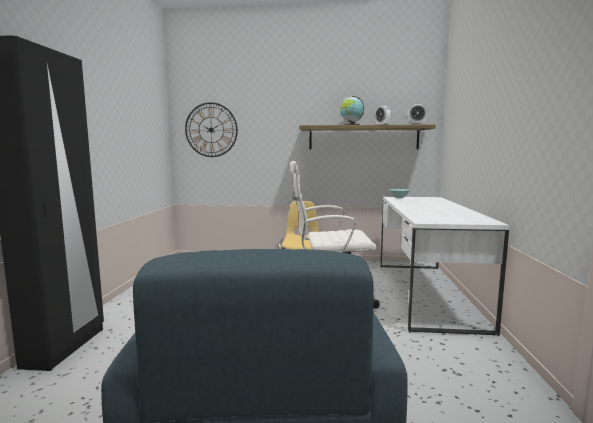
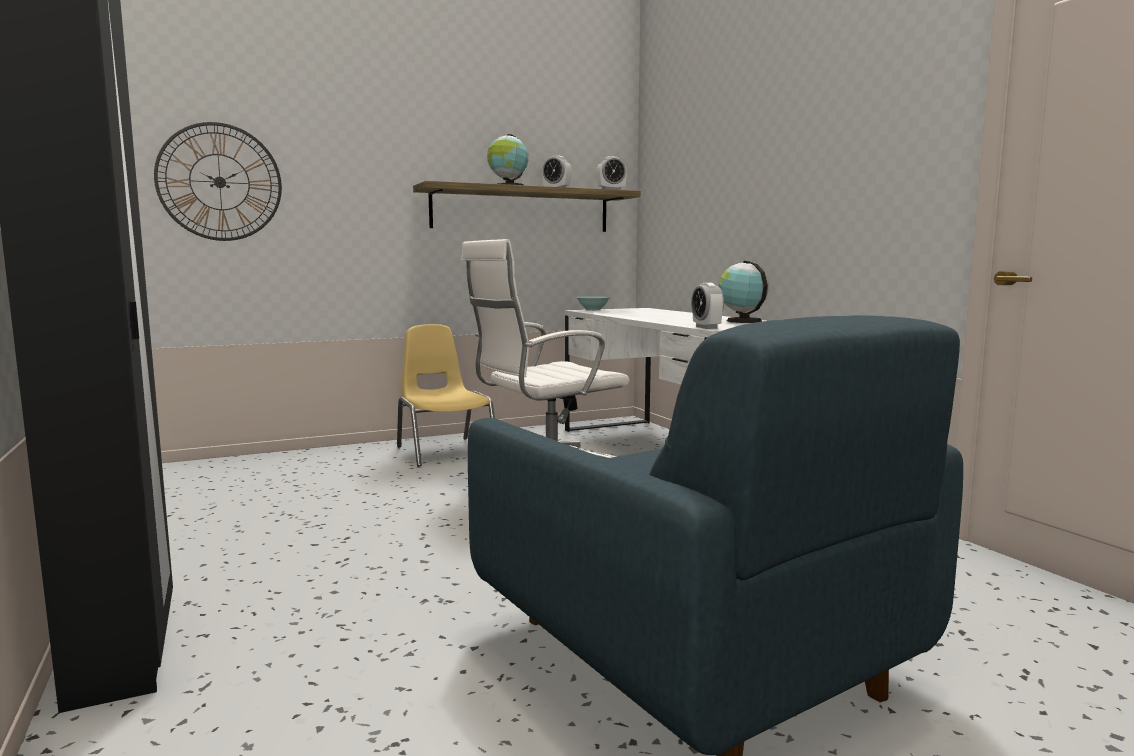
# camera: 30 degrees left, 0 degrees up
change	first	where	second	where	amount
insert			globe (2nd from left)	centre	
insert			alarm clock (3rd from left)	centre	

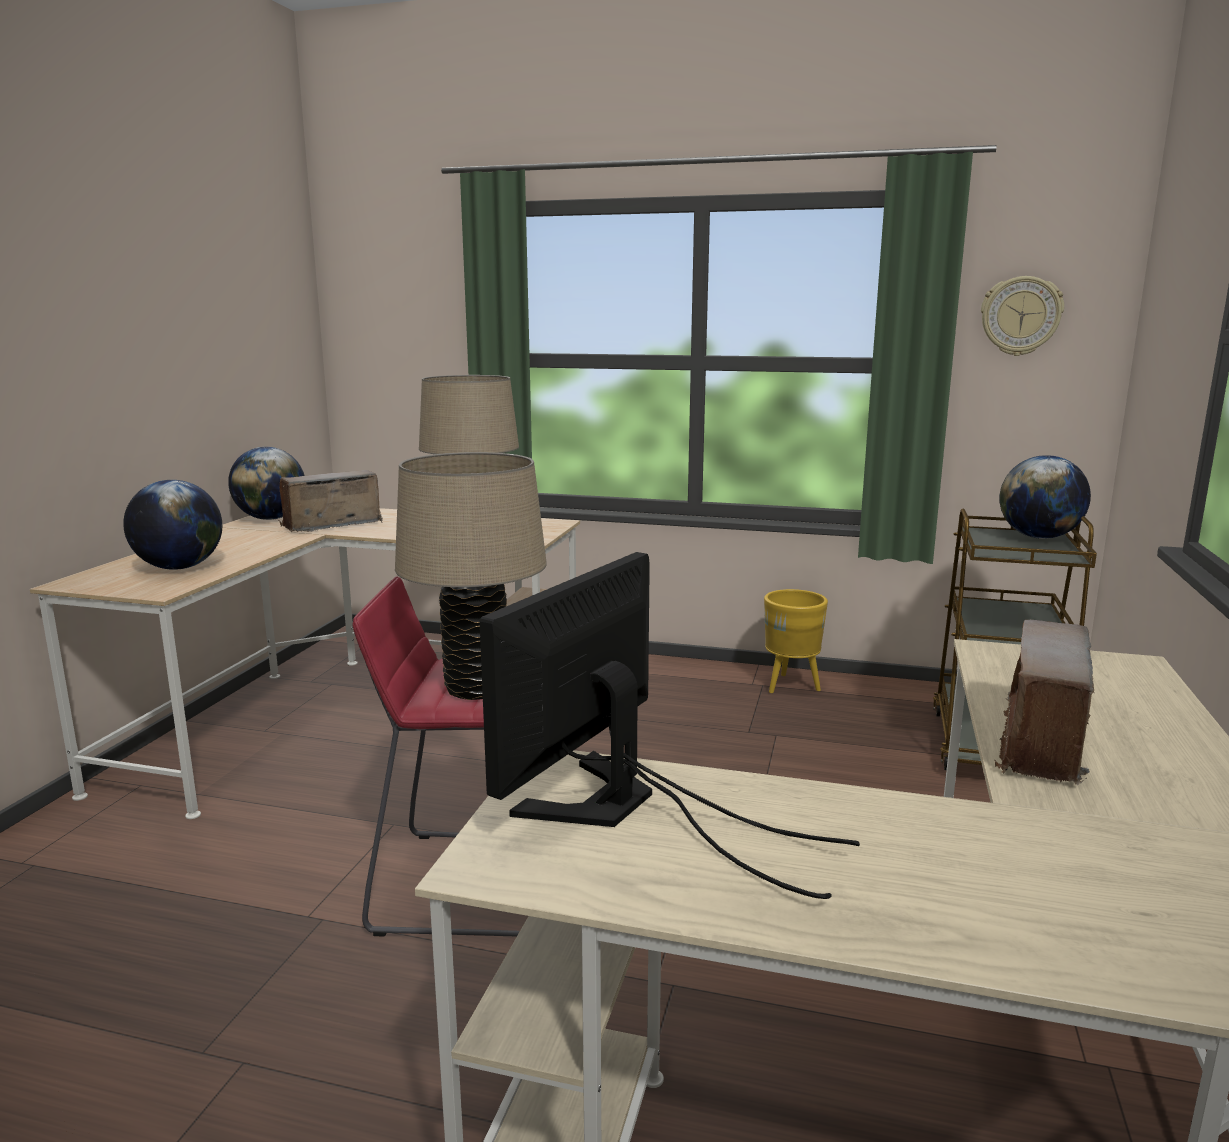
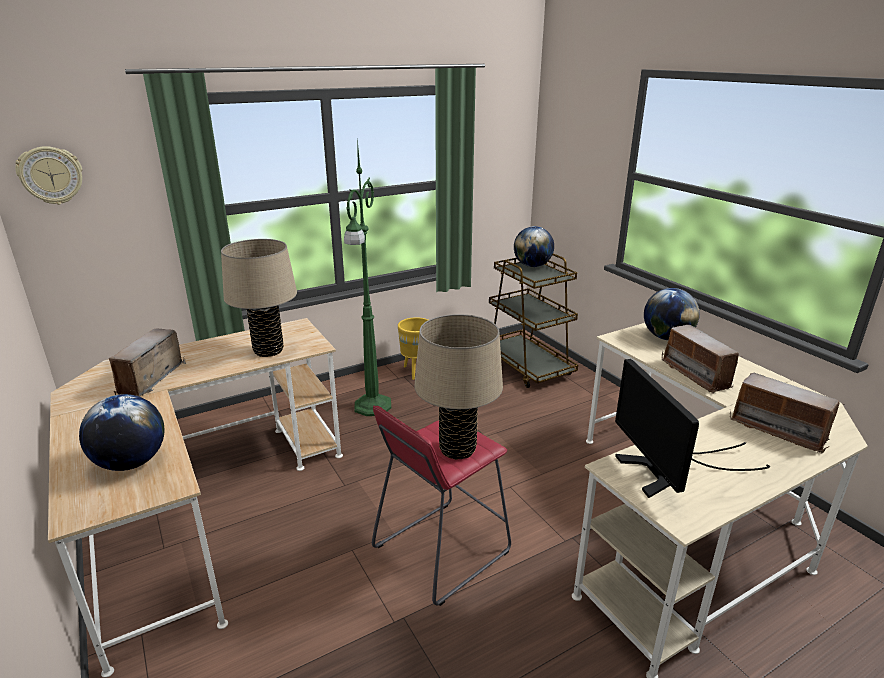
# camera: 45 degrees left, 10 degrees up
change	first	where	second	where	amount
move	wall clock	top right		top left	
move	globe (2nd from left in the first image)	middle left	globe (3rd from left)	middle right	
insert			green floor lamp	centre	
insert			radio (3rd from left)	middle right	

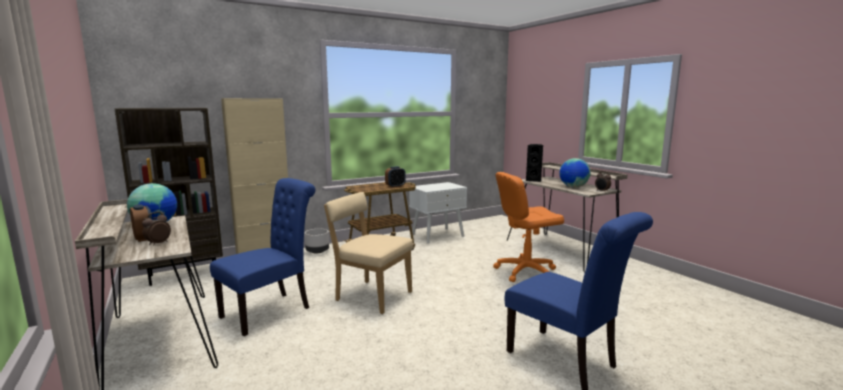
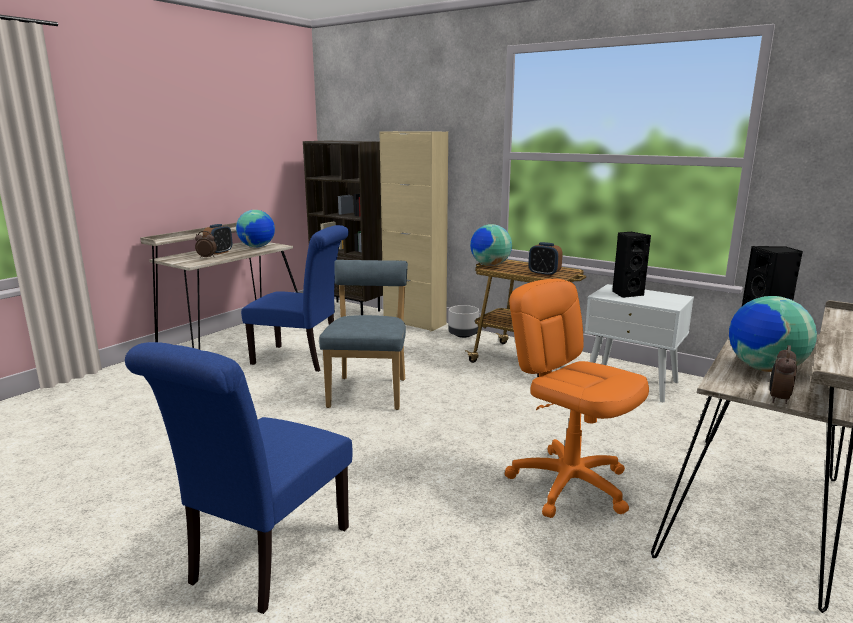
# camera: 65 degrees right, 5 degrees up
change	first	where	second	where	amount
recolor	beige chair	centre	blue chair (3rd from left)	centre	
insert			globe (2nd from left)	centre	
insert			black speaker (1st from left)	middle right	

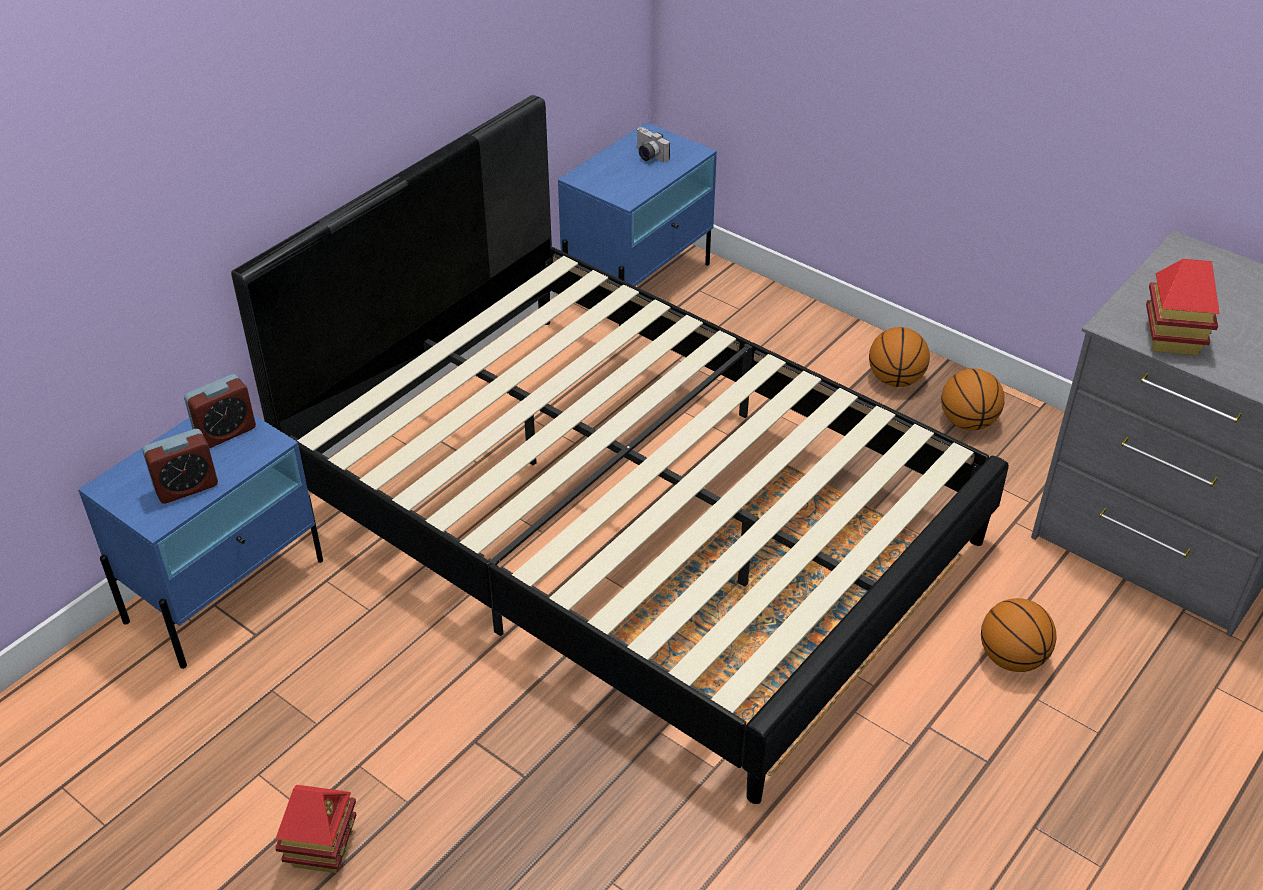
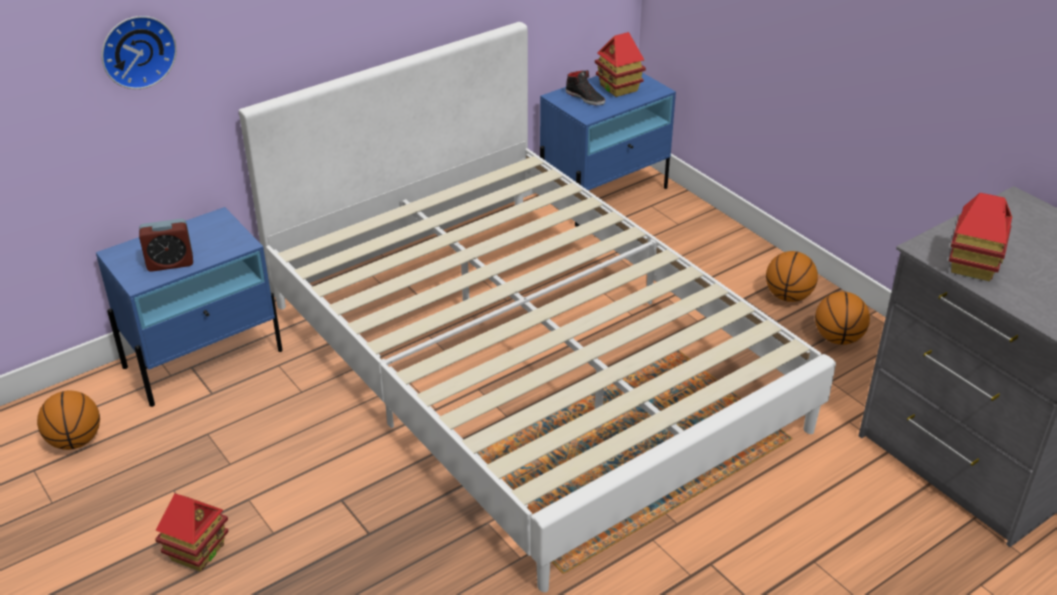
# camera: 15 degrees right, 5 degrees down
change	first	where	second	where	amount
recolor	black bed	centre	white bed	centre	
replace	photo camera	top centre	toy house (2nd from left)	top centre	
delete	alarm clock (2nd from left)	middle left			
move	basketball (3rd from left in the first image)	bottom right	basketball (1st from left)	bottom left	
insert			wall clock	top left	
insert			black shoe	top centre	

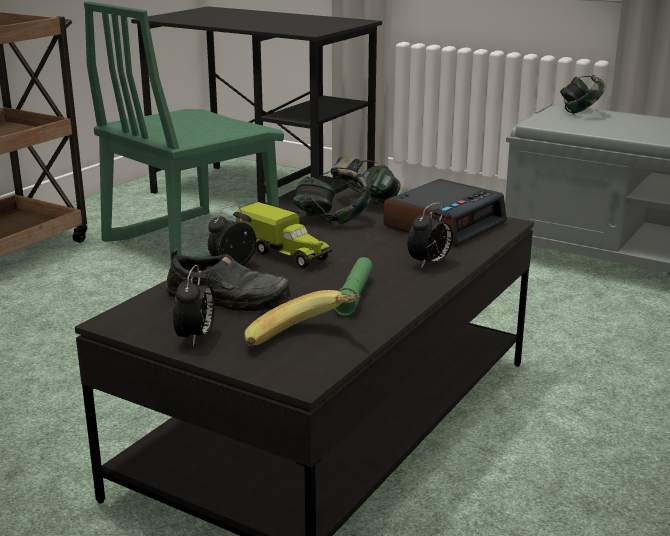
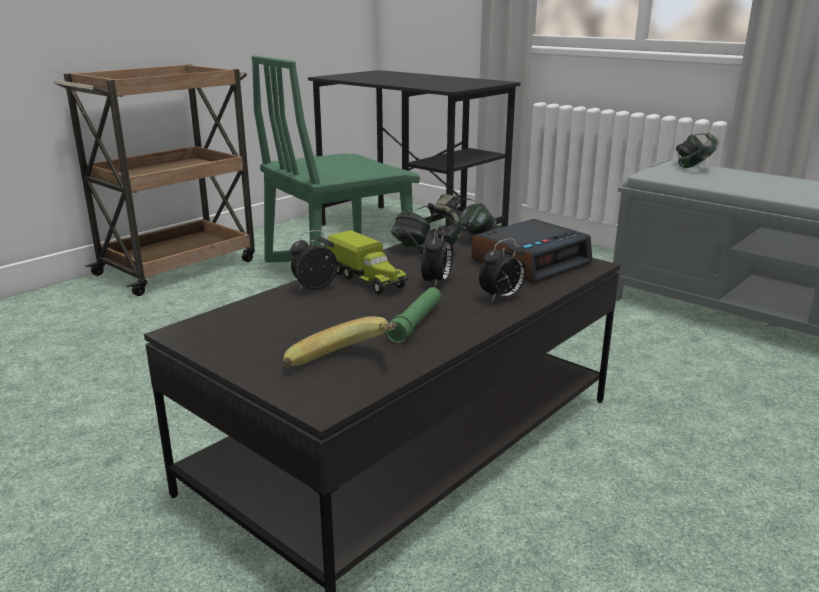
# camera: 10 degrees right, 0 degrees up
change	first	where	second	where	amount
delete	black shoe	centre			
move	alarm clock (1st from left in the first image)	middle left	alarm clock (2nd from left)	centre	

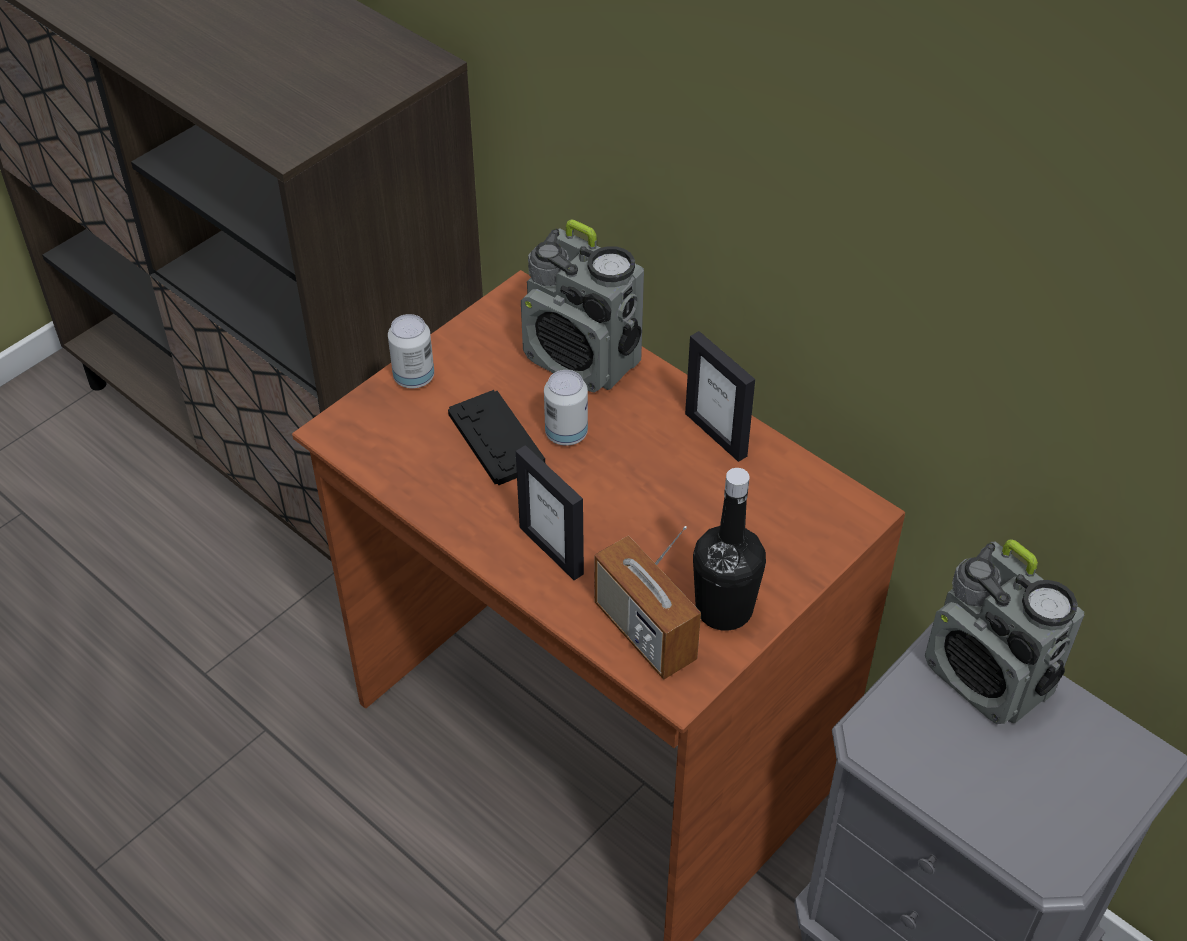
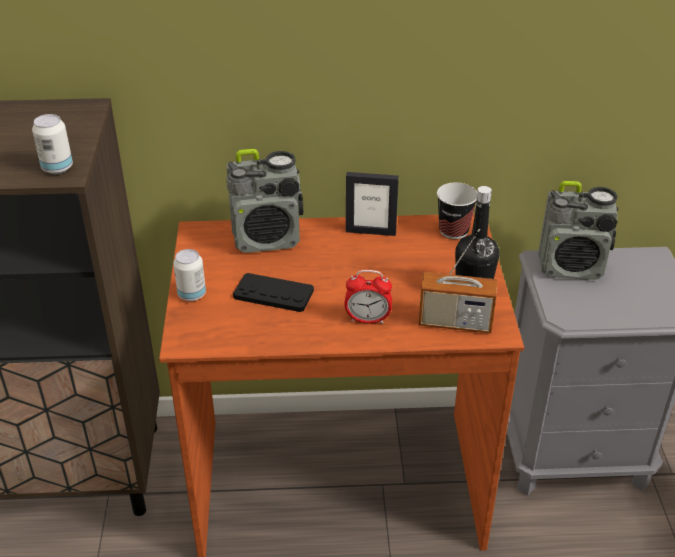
# camera: 45 degrees left, 10 degrees down
change	first	where	second	where	amount
move	can (2nd from left in the first image)	centre	can (1st from left)	top left	
replace	picture frame (1st from left)	centre	alarm clock	centre	
insert			cup	middle right	

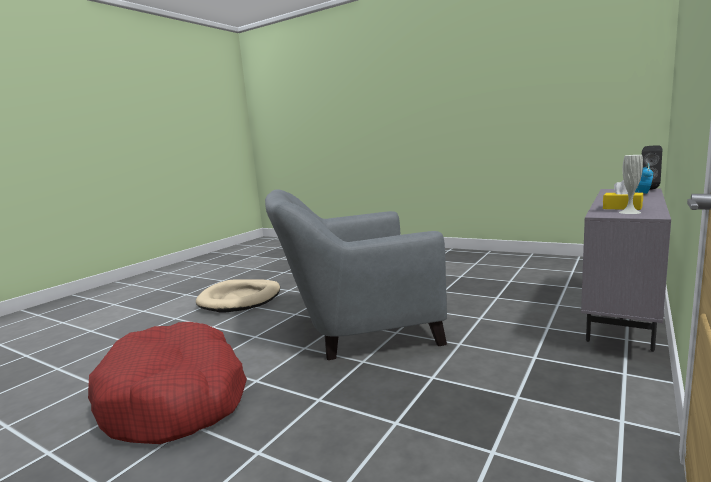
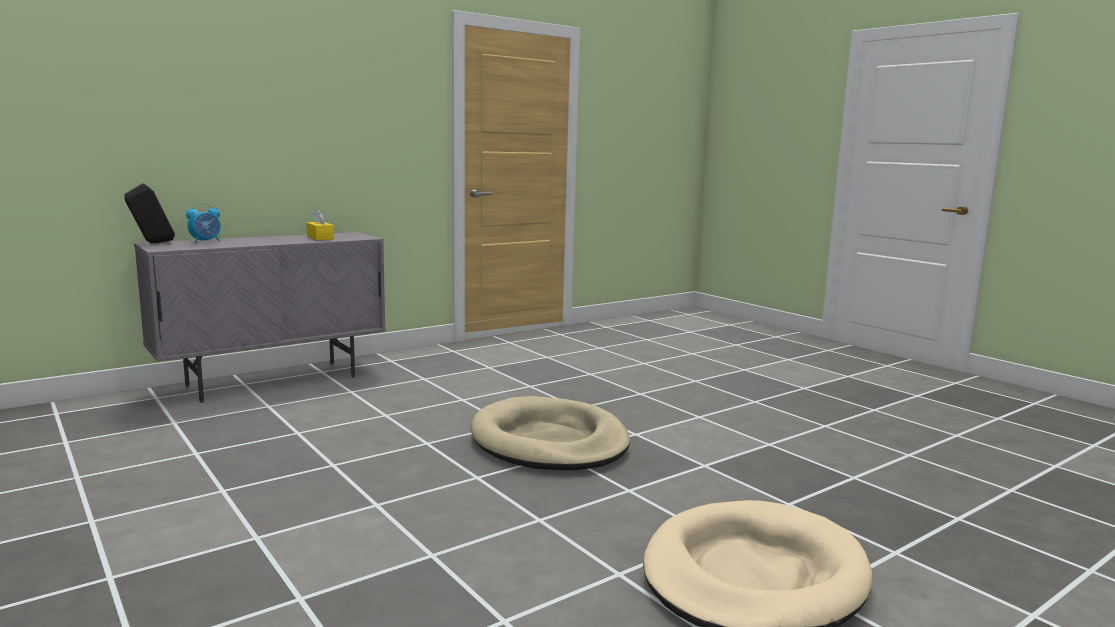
# camera: 160 degrees left, 0 degrees up
change	first	where	second	where	amount
delete	white vase	middle right			
replace	grey armchair	centre	beige dog bed (1st from left)	bottom centre	
delete	red dog bed	bottom left			

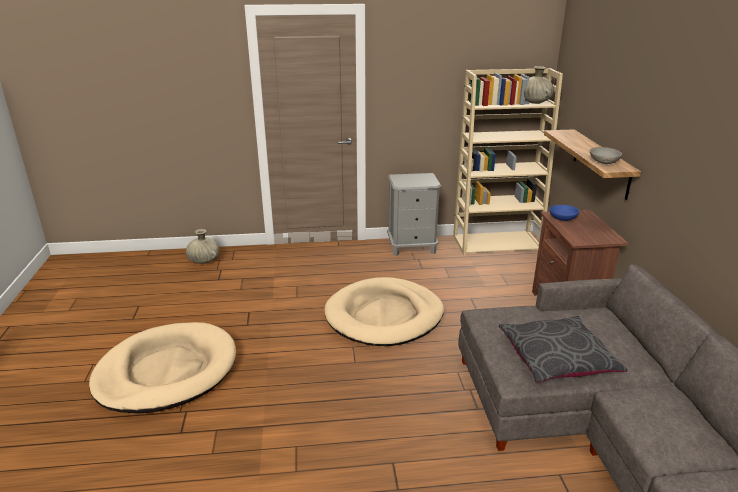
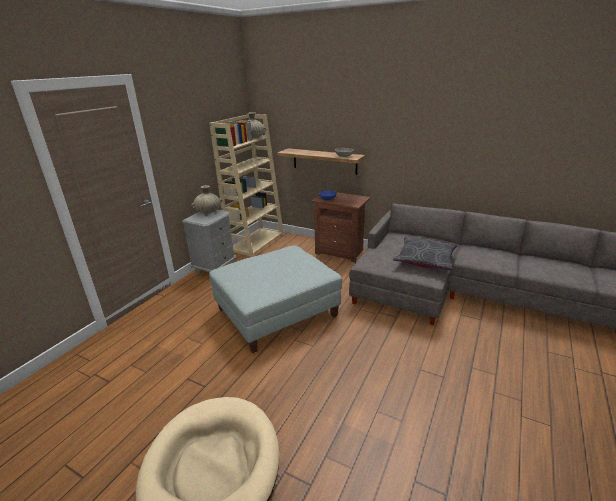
# camera: 55 degrees left, 0 degrees up
change	first	where	second	where	amount
move	beige vase (1st from left)	middle left		centre	
replace	beige dog bed (2nd from left)	centre	grey ottoman	centre	

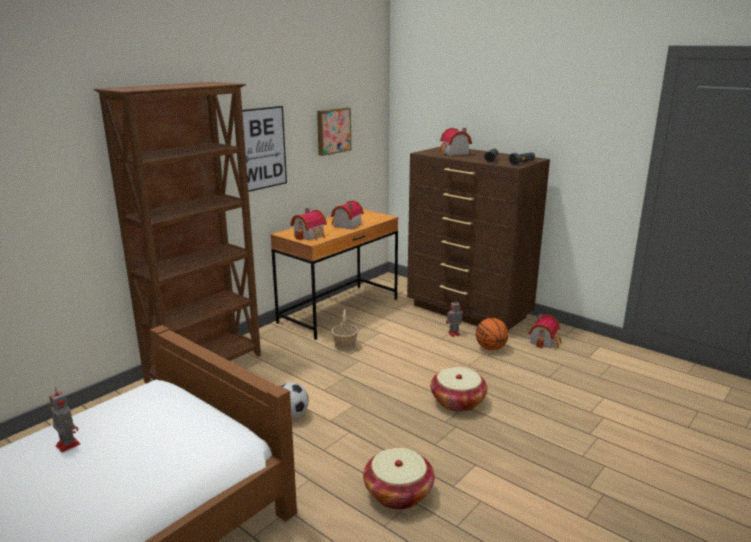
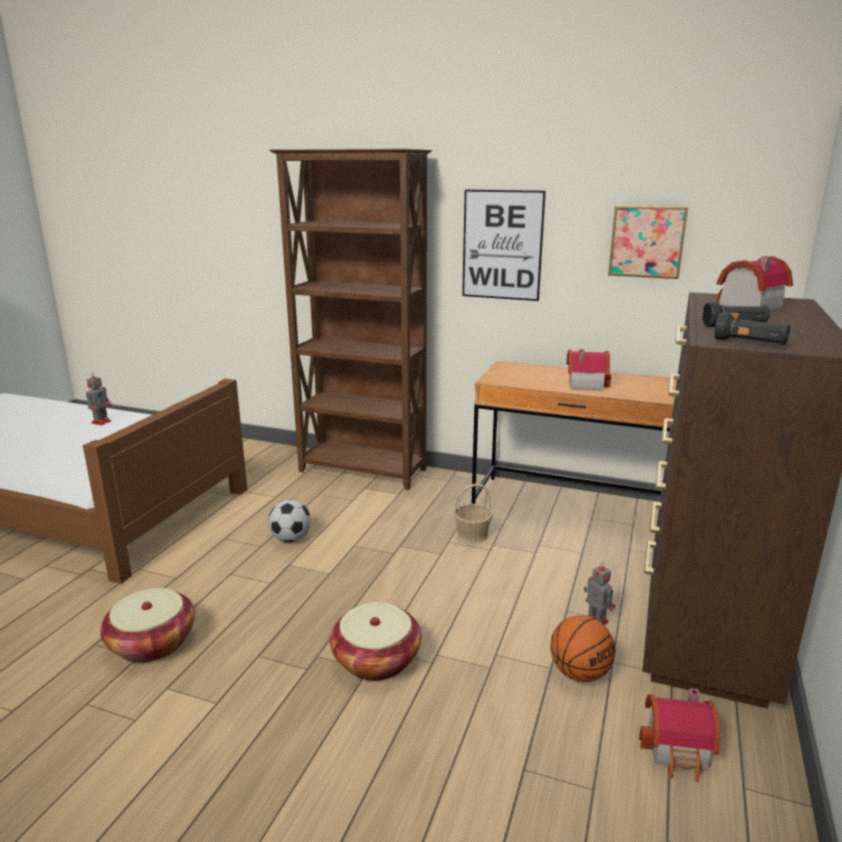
# camera: 70 degrees right, 0 degrees up
change	first	where	second	where	amount
delete	toy house (1st from left)	centre			

